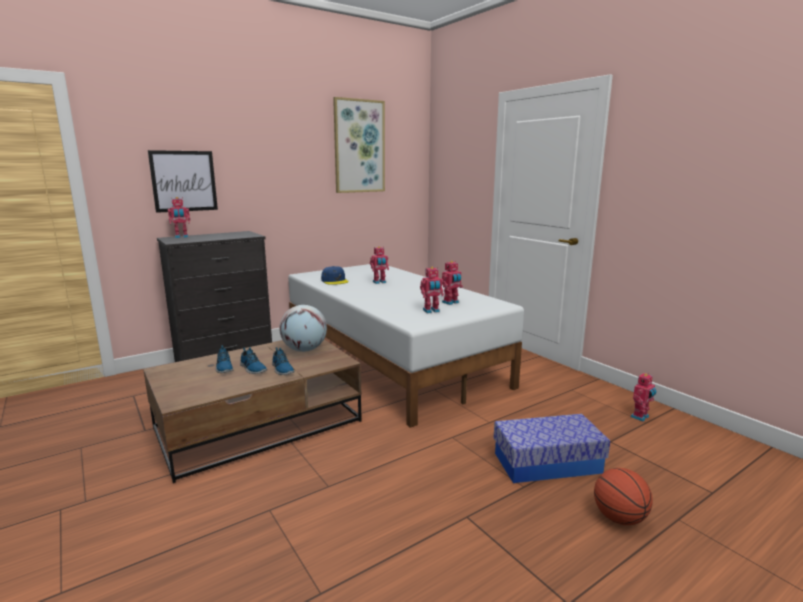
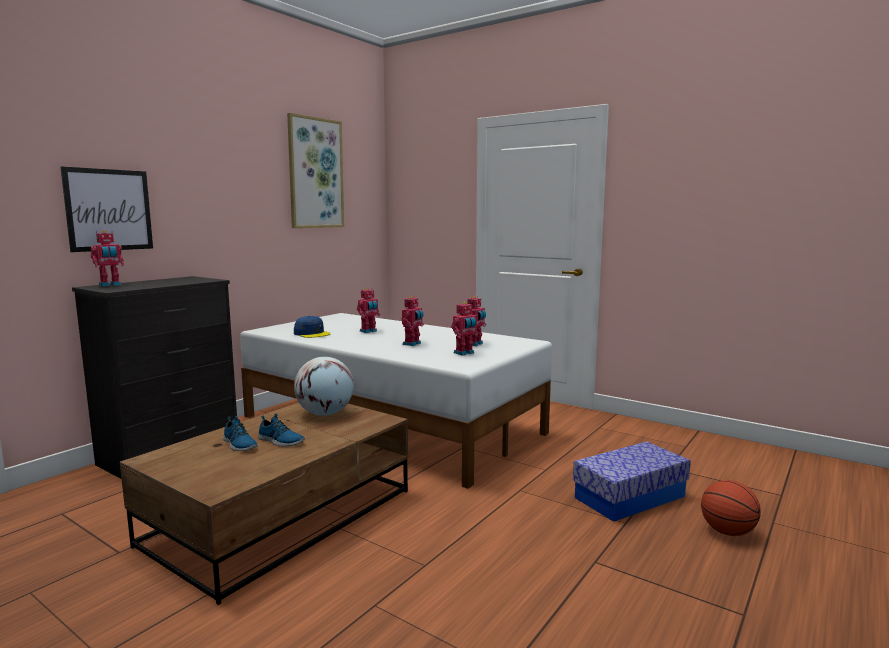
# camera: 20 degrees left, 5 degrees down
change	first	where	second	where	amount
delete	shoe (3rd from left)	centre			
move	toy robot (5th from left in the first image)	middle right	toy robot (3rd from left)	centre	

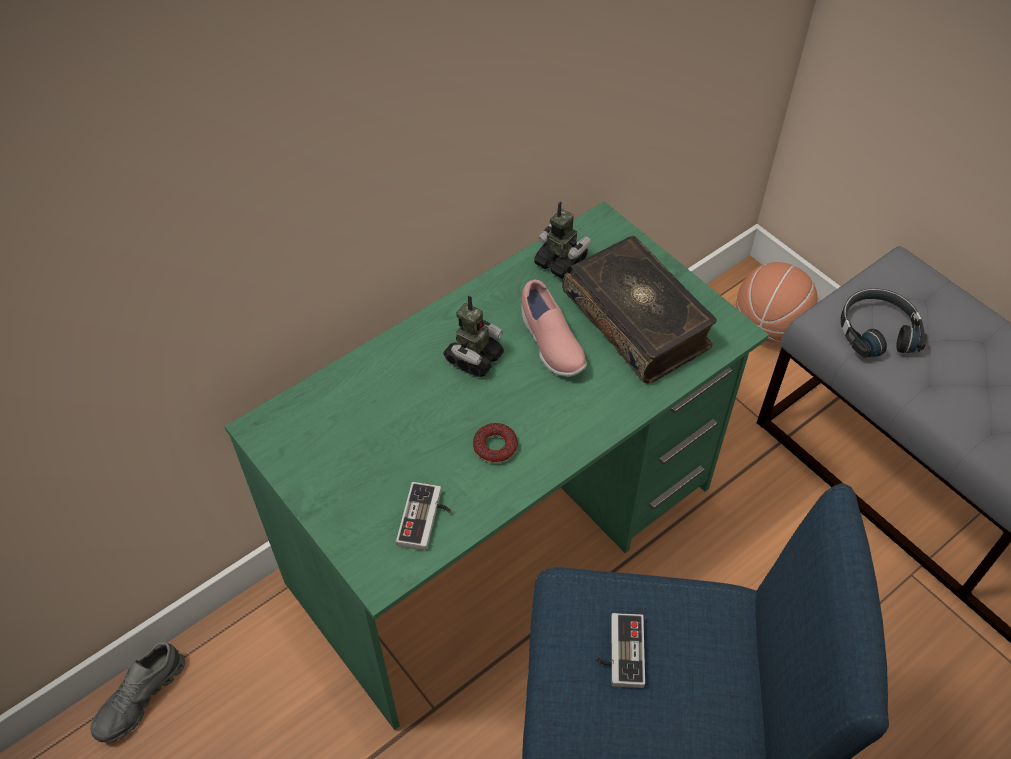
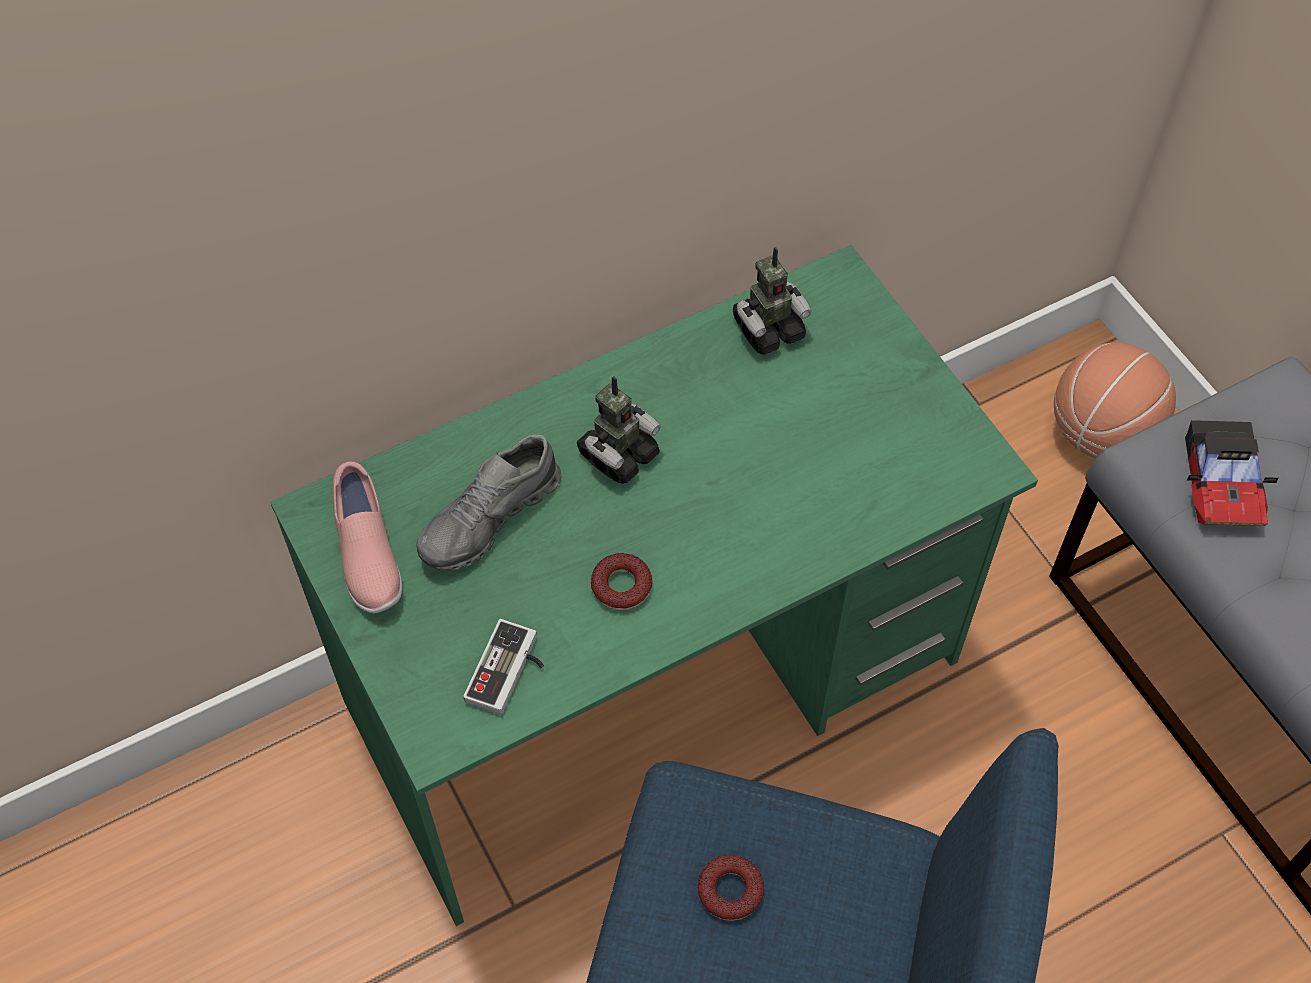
# camera: 10 degrees right, 5 degrees up
change	first	where	second	where	amount
rotate	toy robot (2nd from left)	top centre		top centre	105 degrees clockwise
delete	book	centre			
move	pink shoe	centre		middle left	
replace	black headphones	middle right	toy car	middle right	
replace	game controller (2nd from left)	bottom centre	donut (2nd from left)	bottom centre	
move	grey shoe	bottom left		centre	

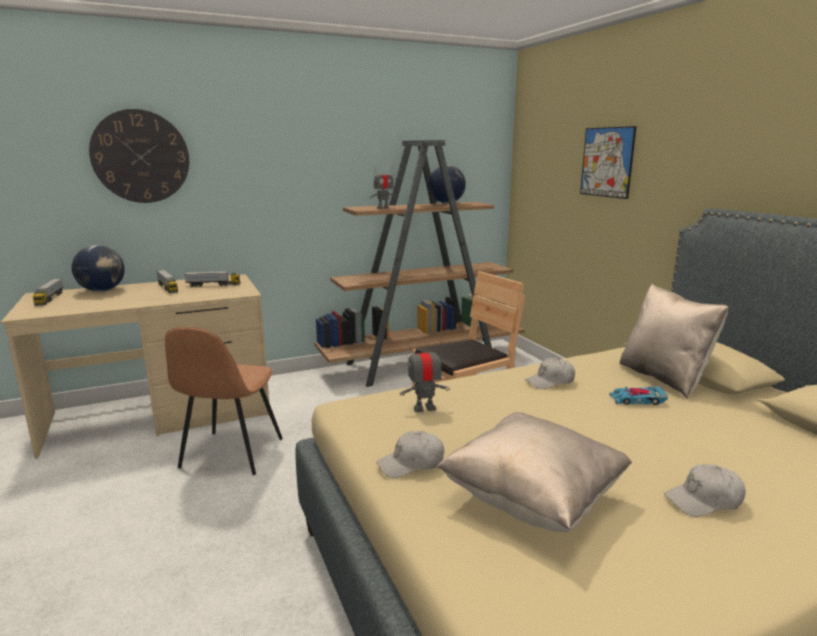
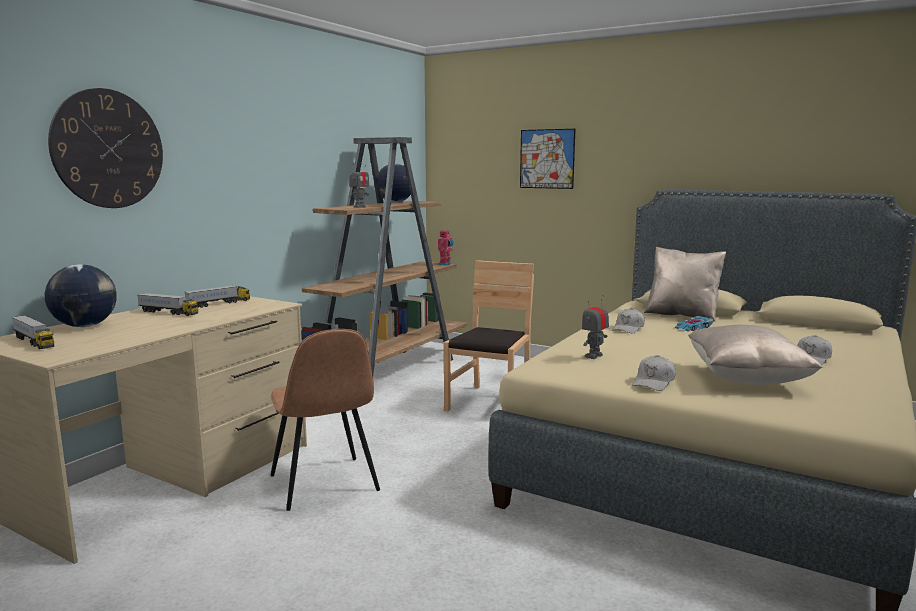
# camera: 35 degrees left, 5 degrees down
change	first	where	second	where	amount
insert			toy robot (2nd from left)	centre	

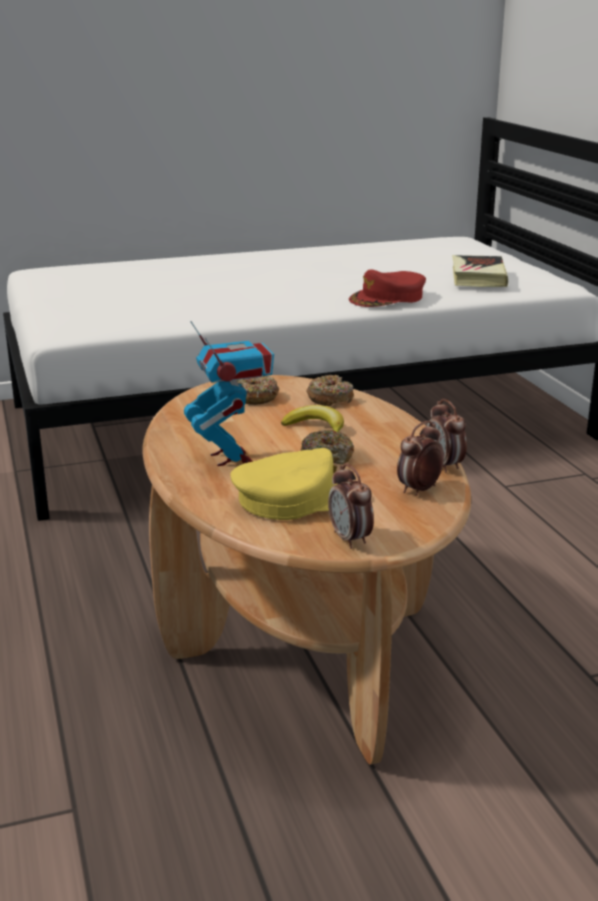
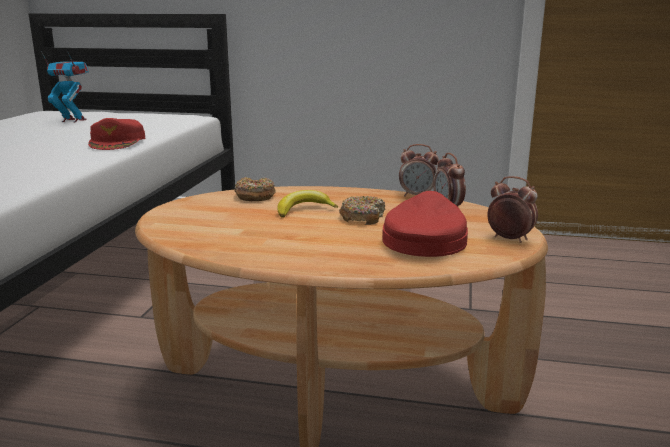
# camera: 60 degrees left, 5 degrees down
change	first	where	second	where	amount
delete	book	top right			
move	toy robot	centre		top left	
delete	donut (1st from left)	centre			
recolor	yellow cap	centre	red cap (2nd from left)	centre	
rotate	alarm clock (1st from left in the first image)	centre	alarm clock (3rd from left)	middle right	150 degrees counterclockwise

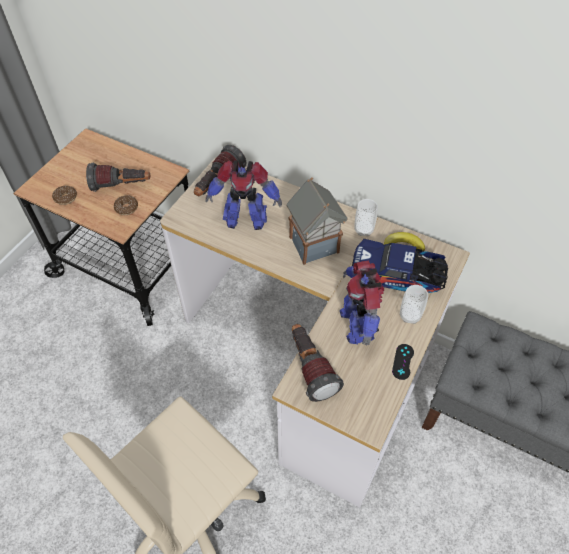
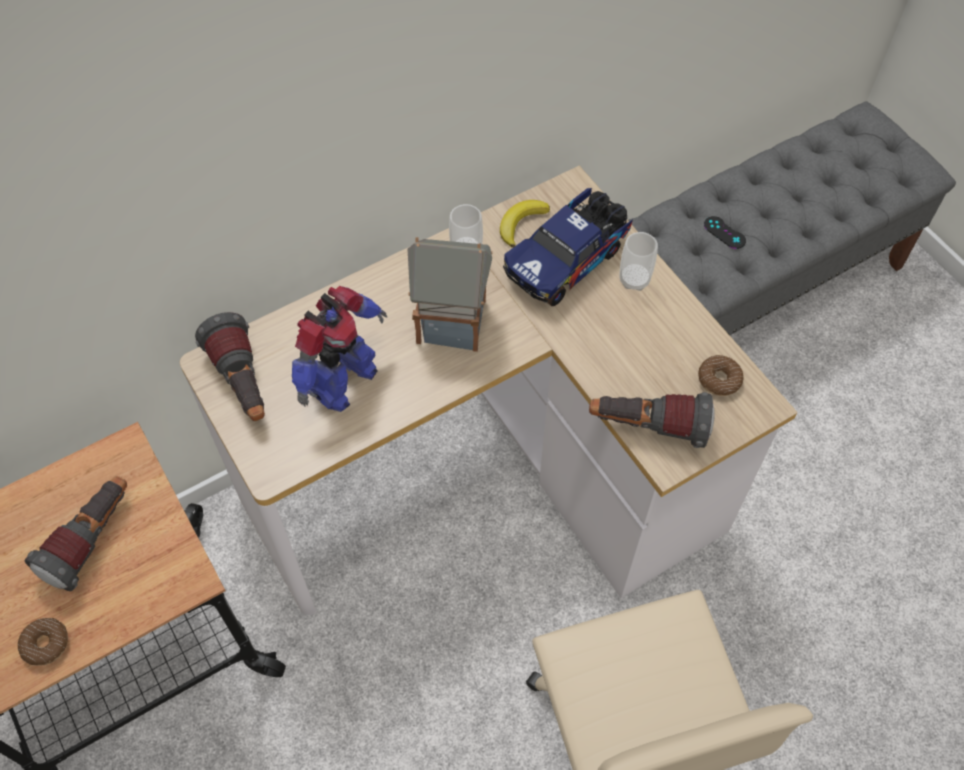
# camera: 60 degrees left, 5 degrees up
change	first	where	second	where	amount
move	donut (2nd from left)	middle left		middle right	
delete	toy robot (2nd from left)	centre			
move	black game controller	middle right		top right	

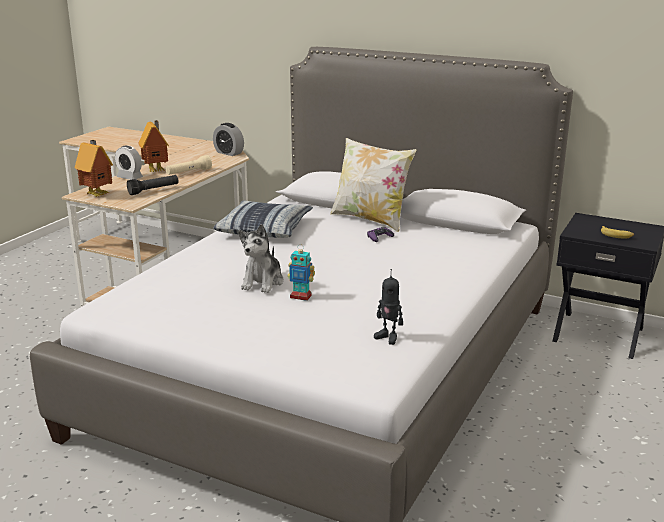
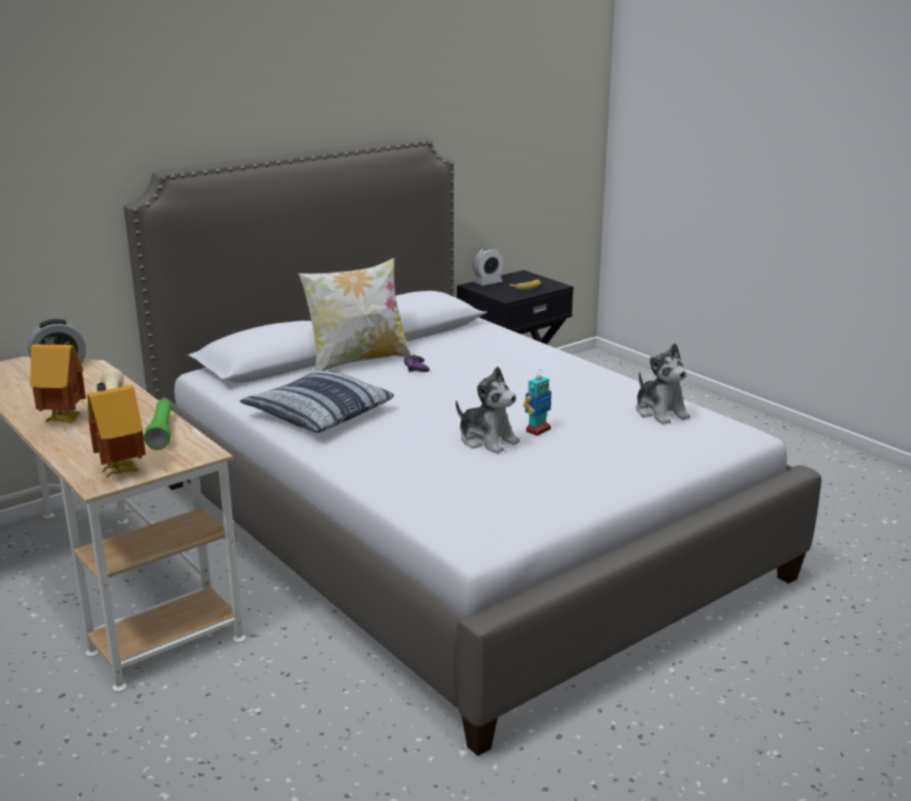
# camera: 65 degrees left, 0 degrees up
change	first	where	second	where	amount
move	alarm clock (1st from left in the first image)	top left	alarm clock (2nd from left)	centre	
recolor	black flashlight	middle left	green flashlight	middle left	
replace	toy robot (2nd from left)	centre	plush toy (2nd from left)	middle right	

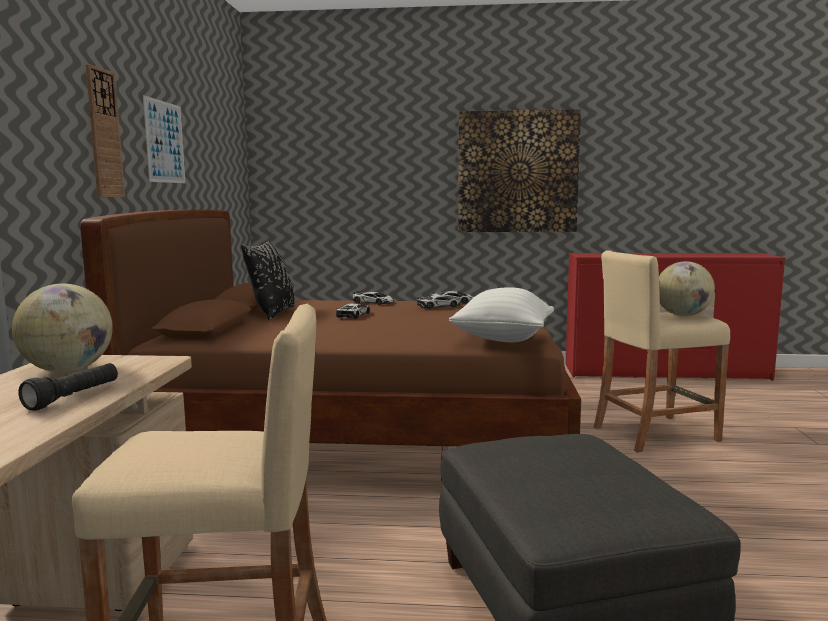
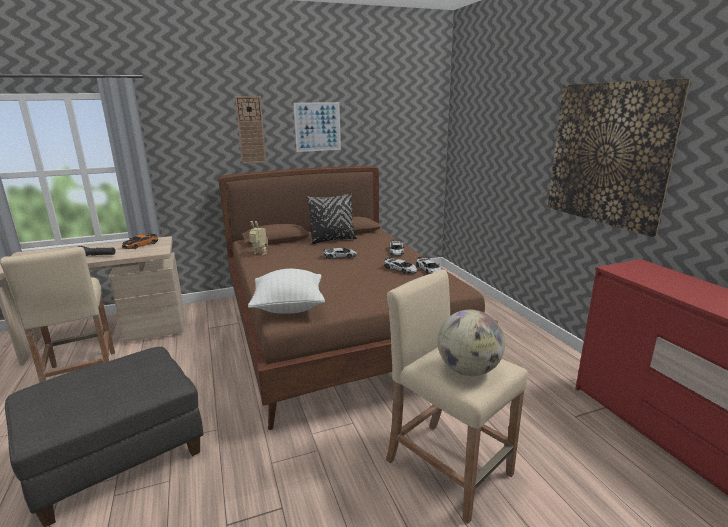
# camera: 65 degrees right, 10 degrees up
change	first	where	second	where	amount
replace	globe (1st from left)	middle left	toy car (1st from left)	middle left	
insert			toy robot	centre	

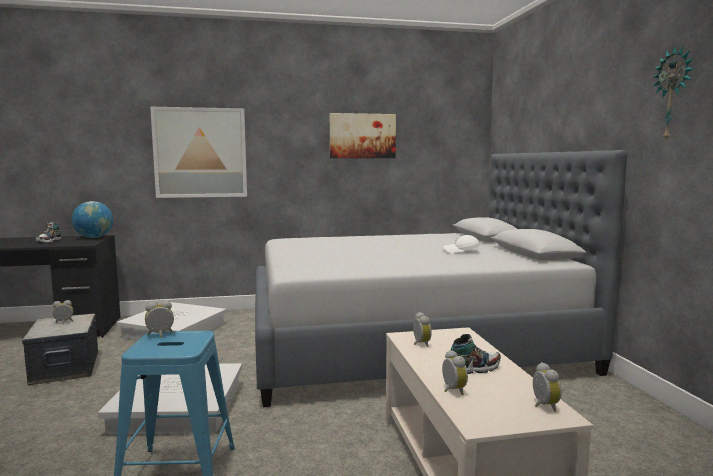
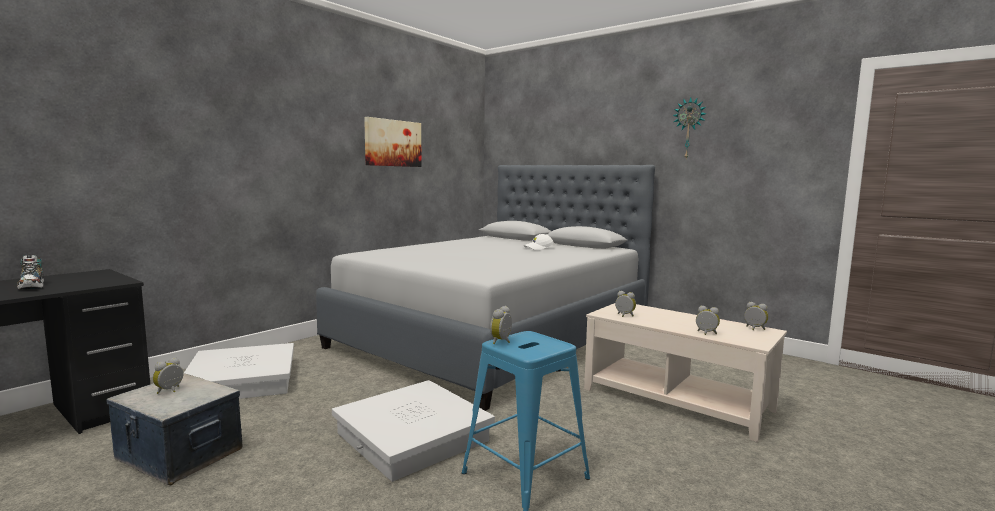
# camera: 40 degrees left, 0 degrees up
change	first	where	second	where	amount
delete	picture (1st from left)	top left			
delete	globe	middle left			
delete	shoe (2nd from left)	bottom right			

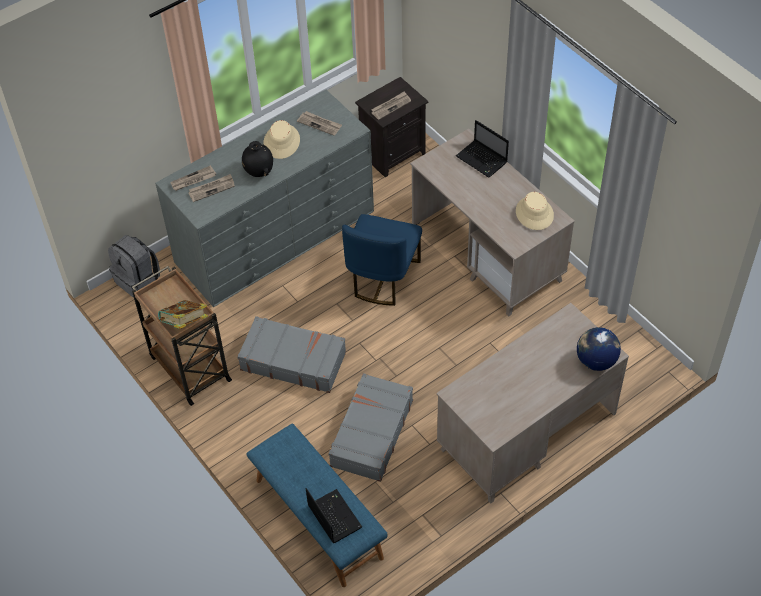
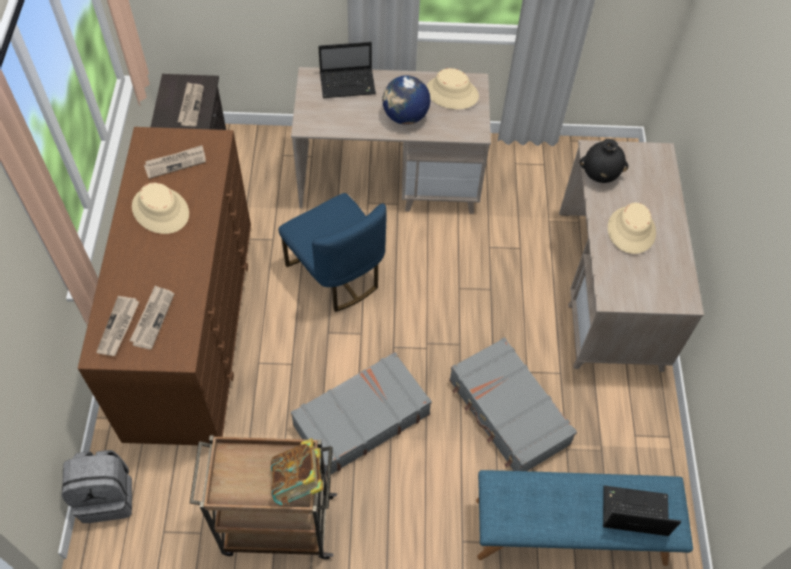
# camera: 55 degrees left, 5 degrees up
change	first	where	second	where	amount
recolor	grey dresser	top centre	brown dresser	middle left	
move	black vase	top centre		top right	
move	globe	middle right		top centre	
insert			beige hat (3rd from left)	middle right	

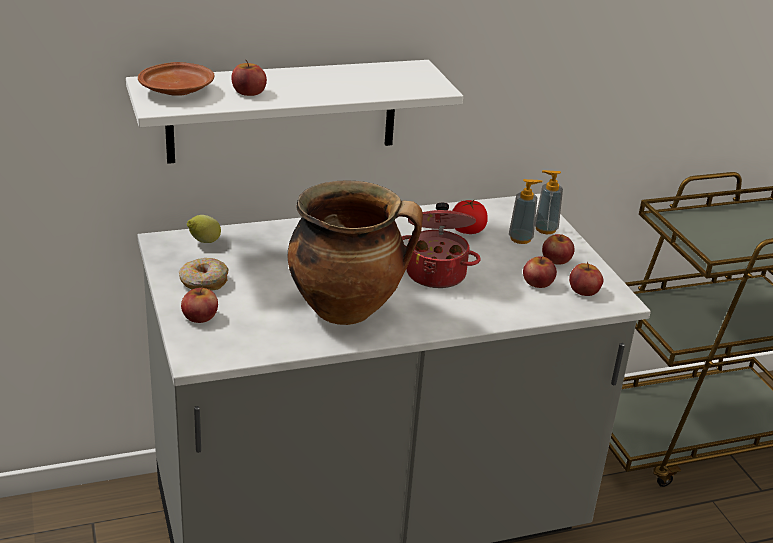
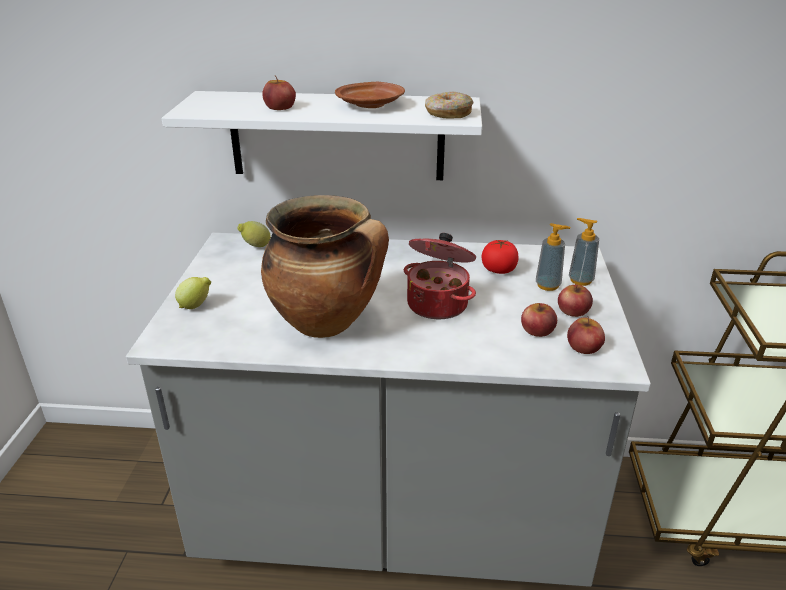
# camera: 25 degrees right, 0 degrees up
change	first	where	second	where	amount
move	brown plate	top left		top centre	
move	donut	middle left		top centre	
replace	apple (1st from left)	middle left	lemon (1st from left)	middle left	

